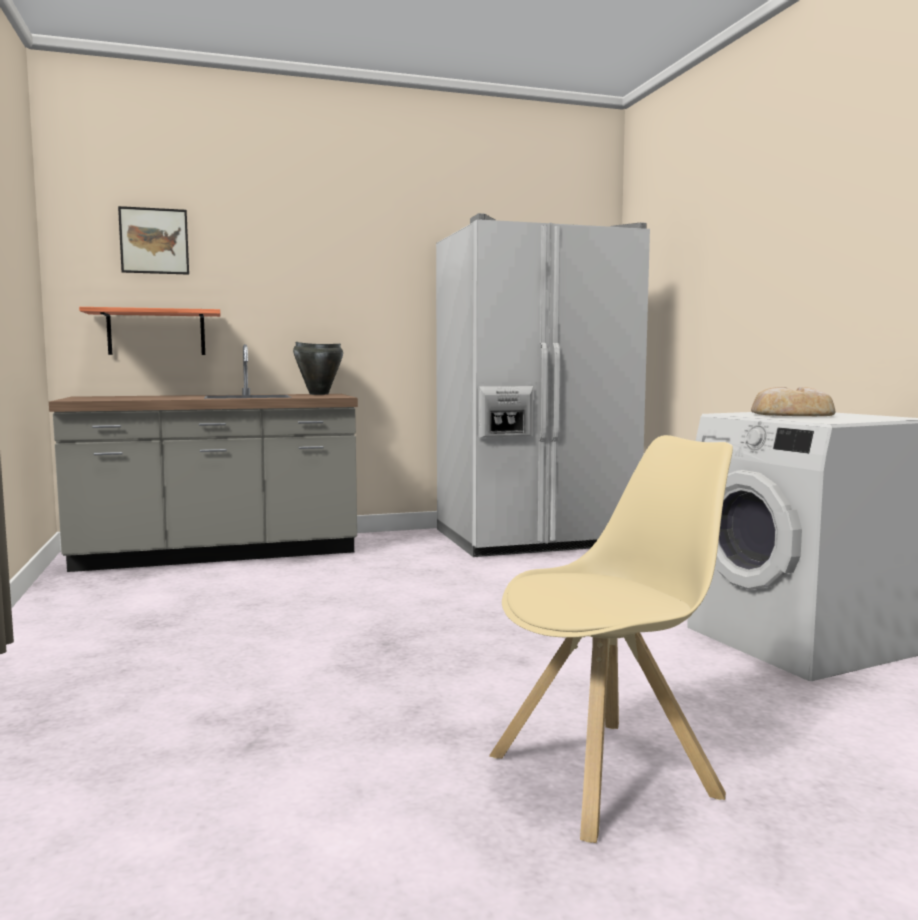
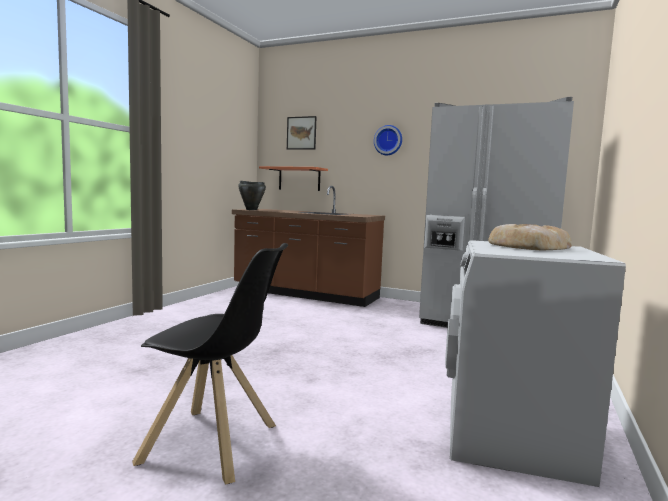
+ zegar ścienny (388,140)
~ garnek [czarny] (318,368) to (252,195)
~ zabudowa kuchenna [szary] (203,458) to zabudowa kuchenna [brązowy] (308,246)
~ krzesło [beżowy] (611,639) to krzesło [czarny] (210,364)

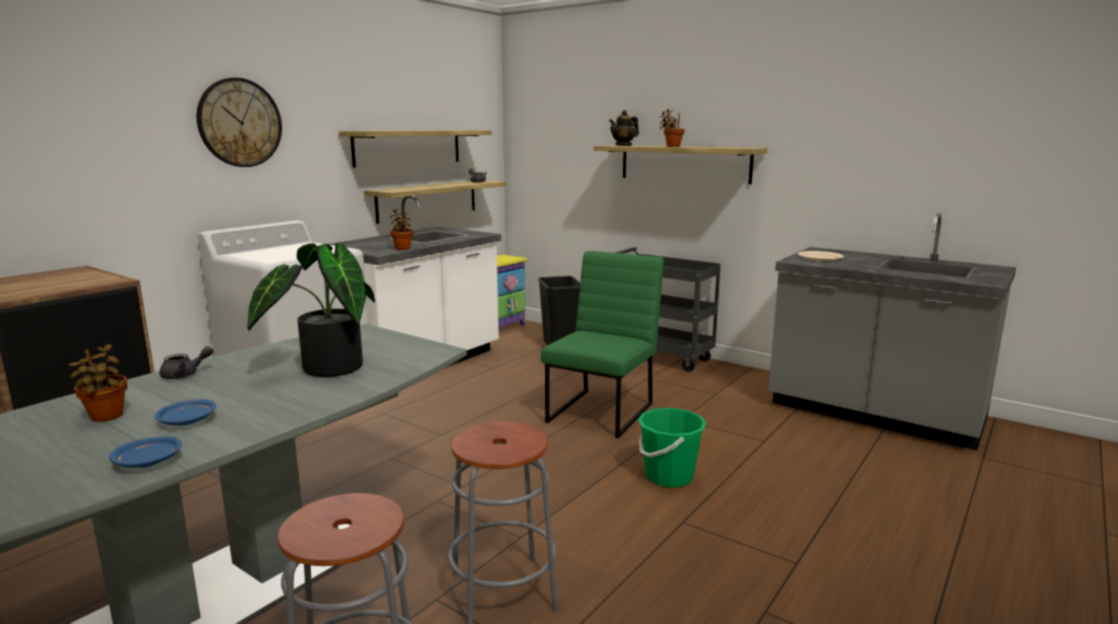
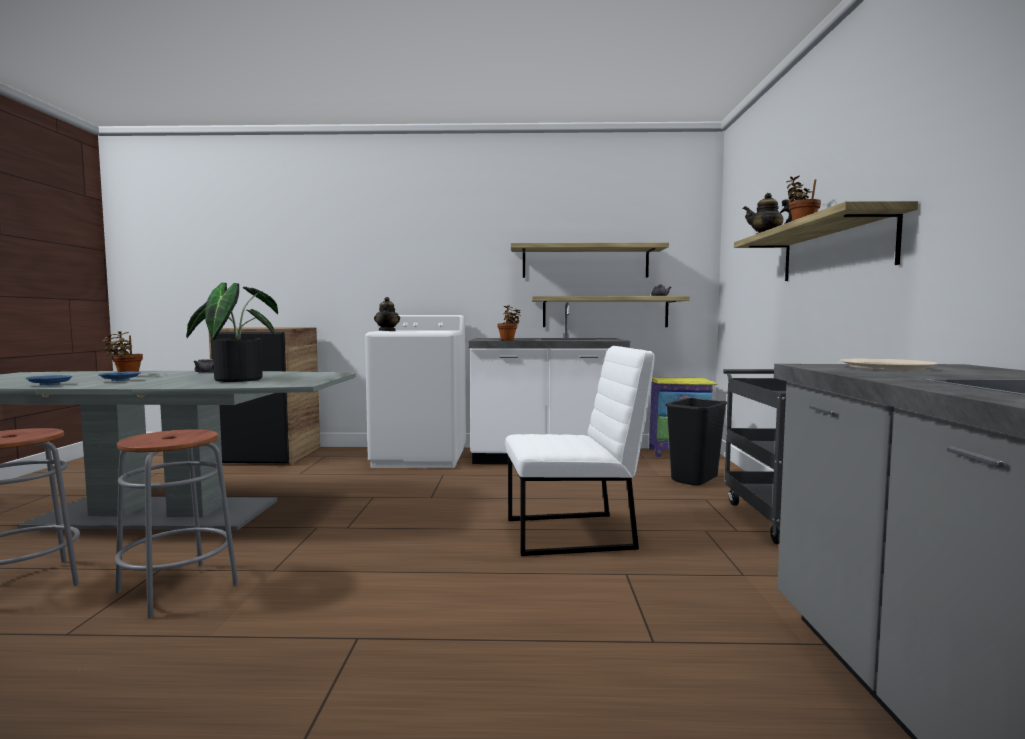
- zegar ścienny (239,122)
- wiadro [zielony] (672,448)
+ imbryk (387,314)
~ krzesło [zielony] (602,344) to krzesło [biały] (580,451)

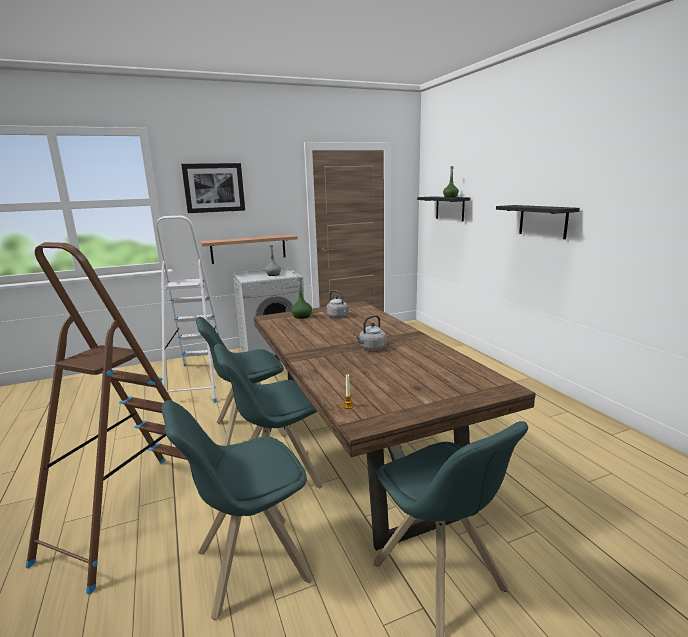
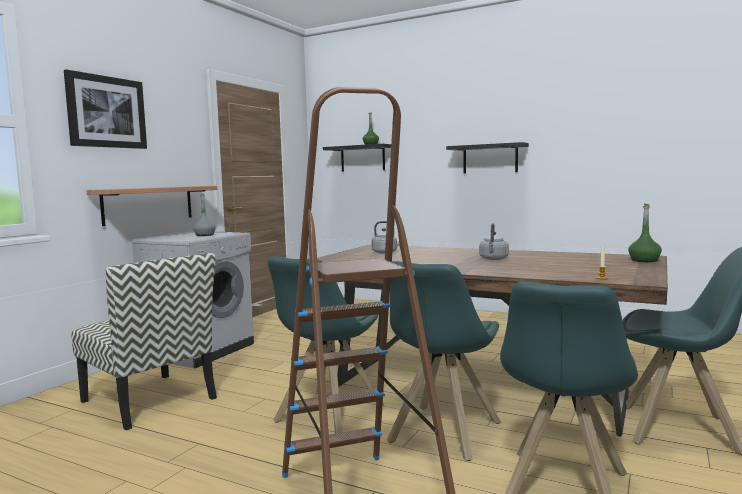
~ butelka [zielony] (301,298) to (645,233)
~ drabinka [biały] (189,309) to krzesło (144,341)

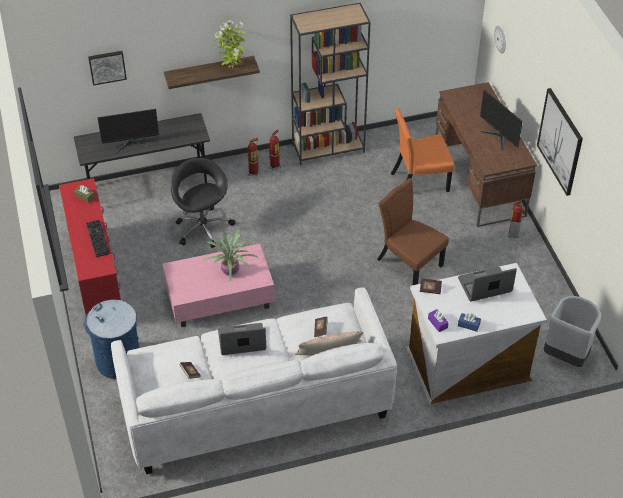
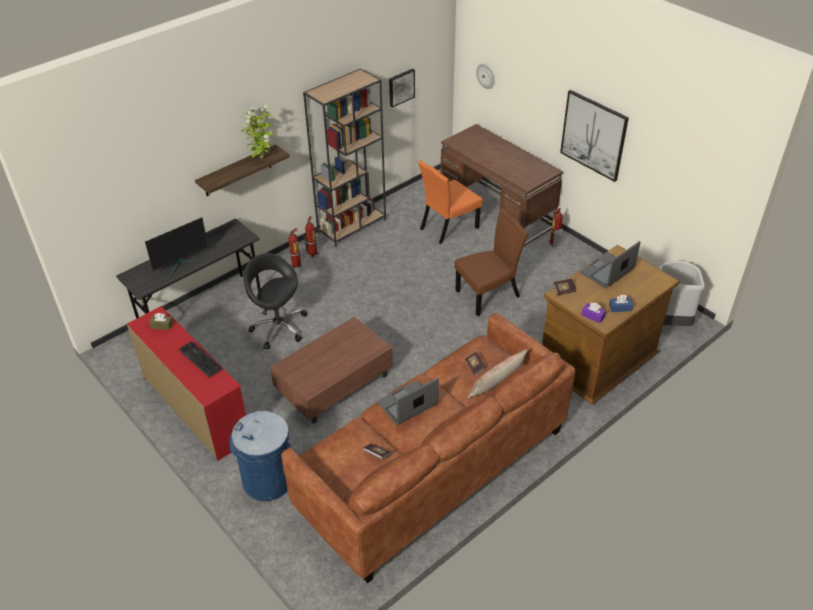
- roślina doniczkowa (230,256)
- monitor (501,120)
~ obraz (107,68) to (402,88)
~ kanapa [biały] (254,380) to kanapa [brązowy] (428,448)
~ ława [różowy] (218,285) to ława [brązowy] (331,370)
~ komoda [biały] (476,334) to komoda [brązowy] (611,325)
~ krzesło [brązowy] (413,231) = (491,262) 135 degrees clockwise

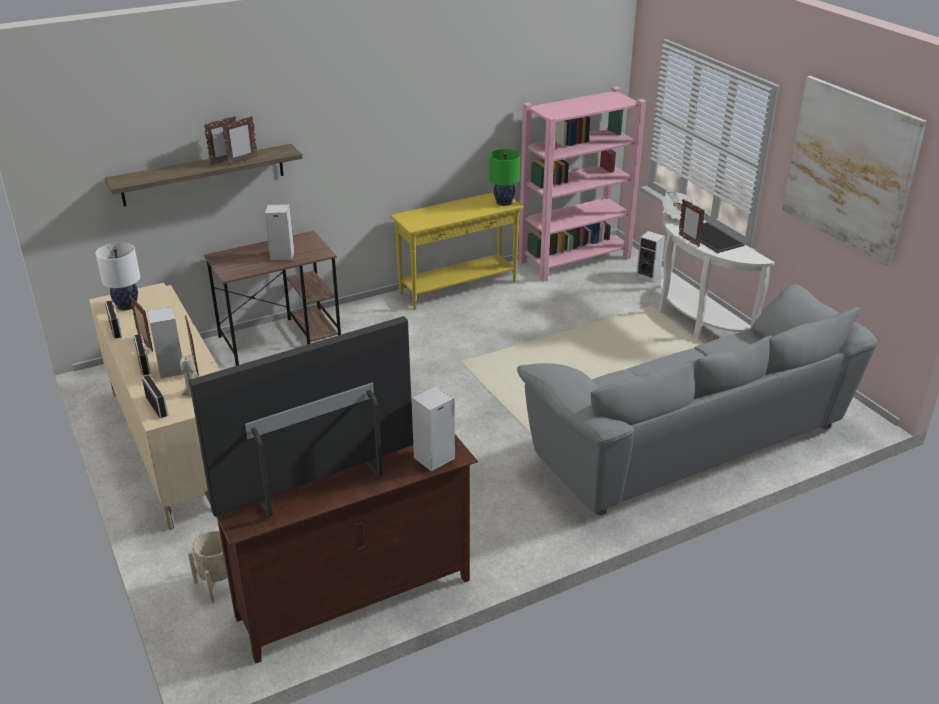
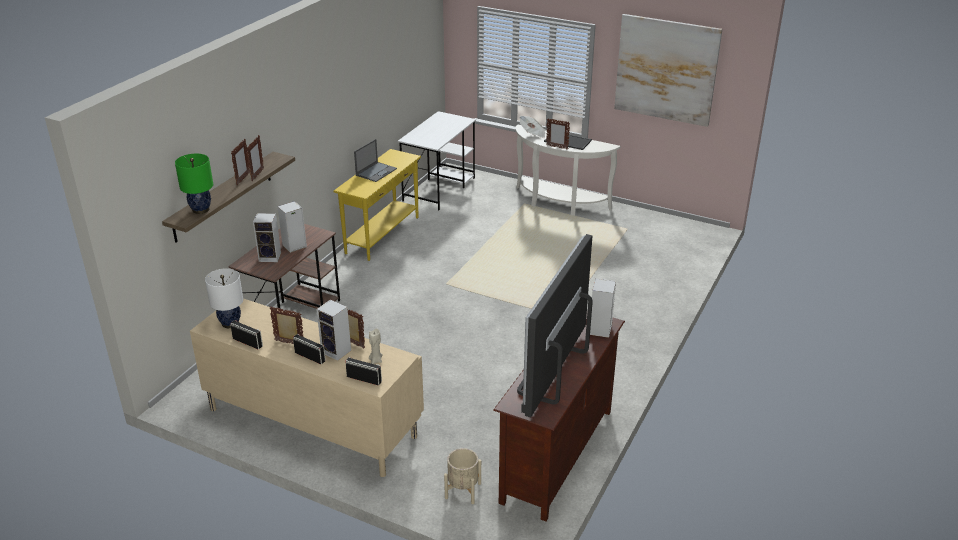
- kanapa [szary] (697,399)
+ laptop (375,160)
~ lampa stołowa [zielony] (505,177) to (194,184)
~ głośnik (650,256) to (267,237)
~ regał [różowy] (582,184) to biurko [biały] (437,160)

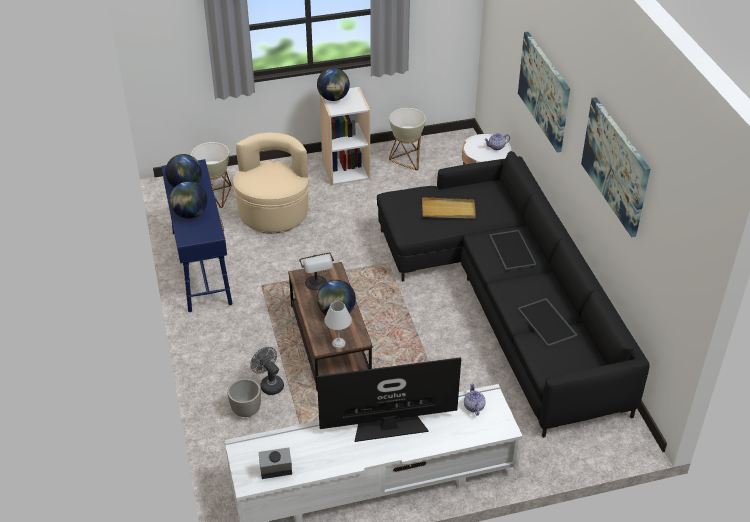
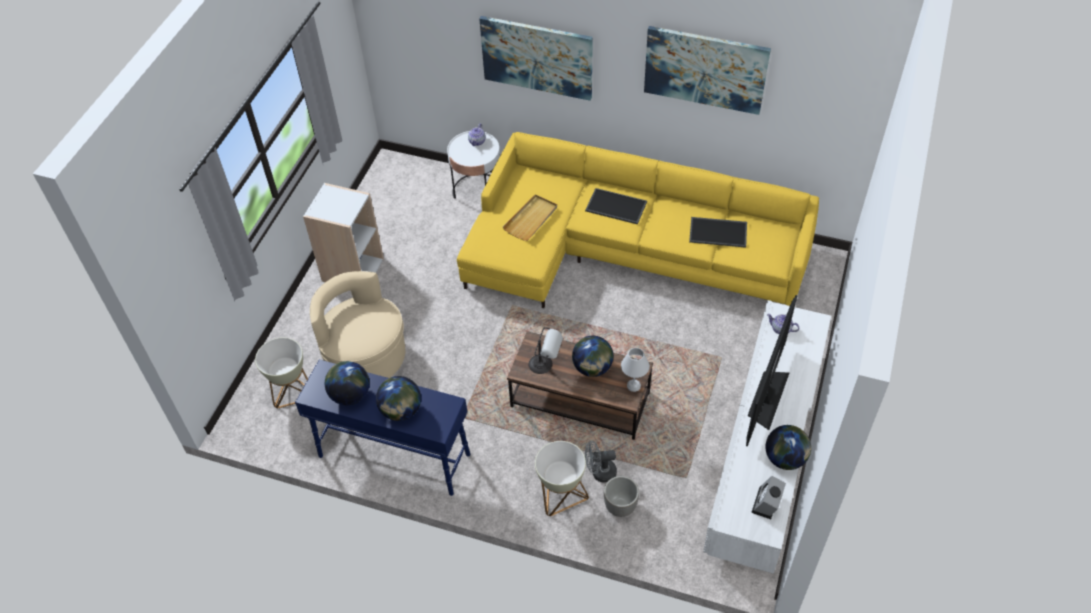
~ globus (333,84) to (788,447)
~ donica (407,139) to (562,478)
~ kanapa [czarny] (513,294) to kanapa [żółty] (638,220)

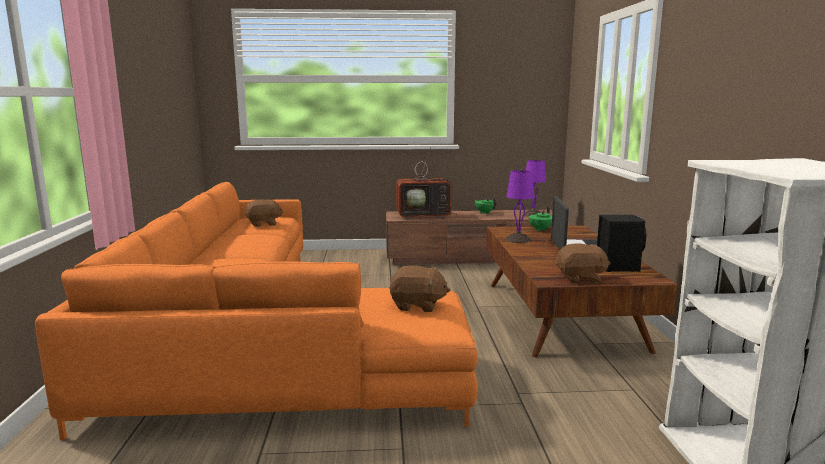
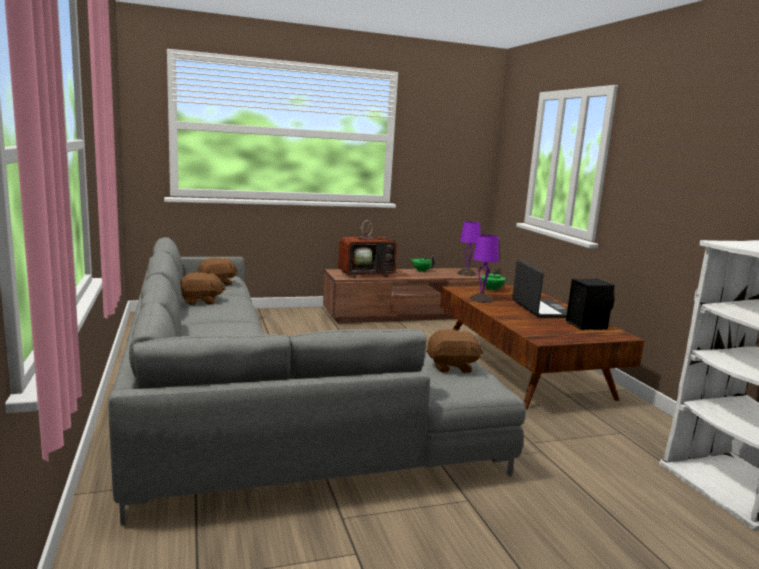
~ pluszak [brązowy] (583,263) to (203,288)
~ kanapa [pomarańczowy] (256,311) to kanapa [szary] (317,381)

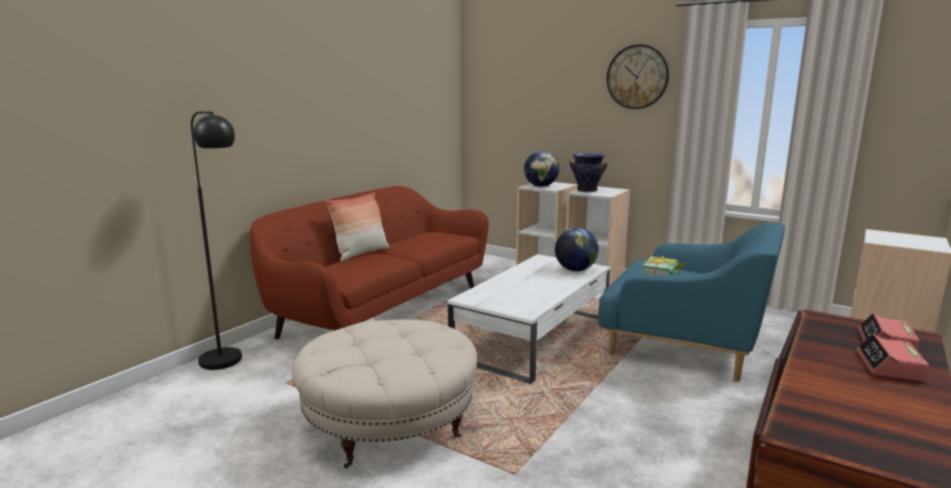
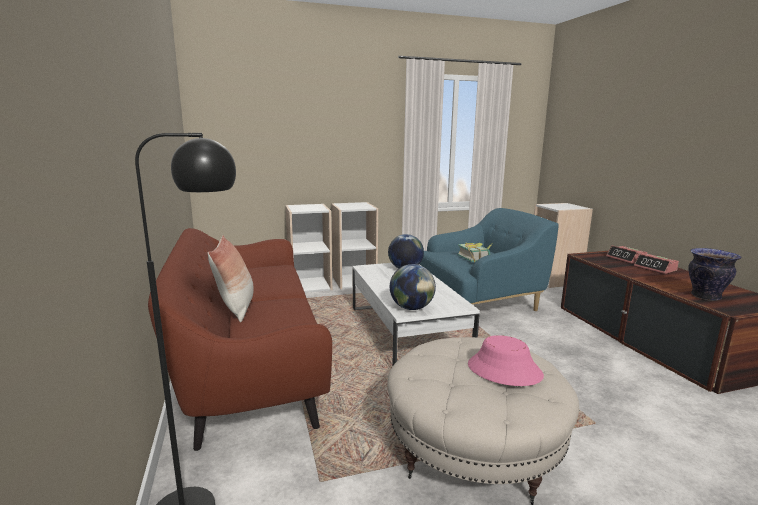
- zegar ścienny (637,76)
+ kapelusz [różowy] (506,360)
~ globus (541,169) to (413,287)
~ wazon (588,172) to (715,274)

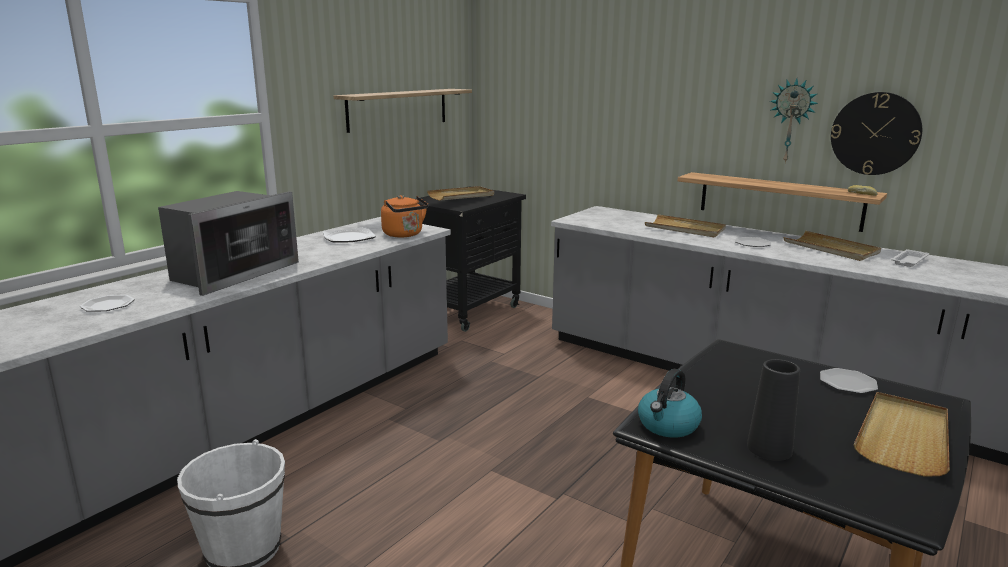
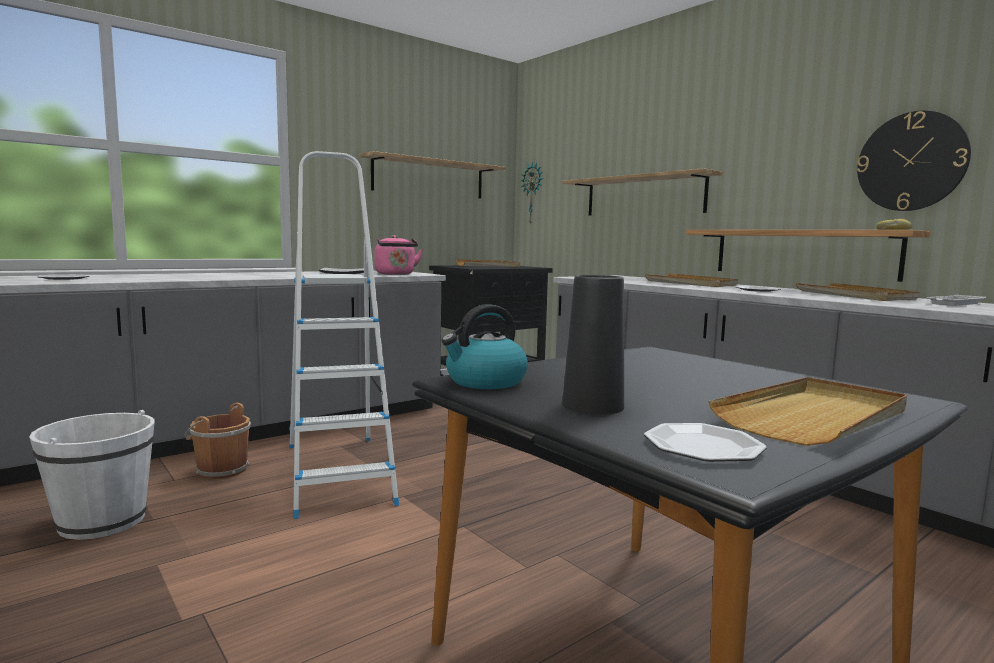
- mikrofalówka (228,243)
+ wiadro [brązowy] (218,441)
+ drabinka [biały] (344,335)
+ półka (642,192)
~ zegar ścienny (794,121) to (532,193)
~ talerz (849,381) to (705,442)
~ czajnik [pomarańczowy] (404,216) to czajnik [różowy] (398,255)

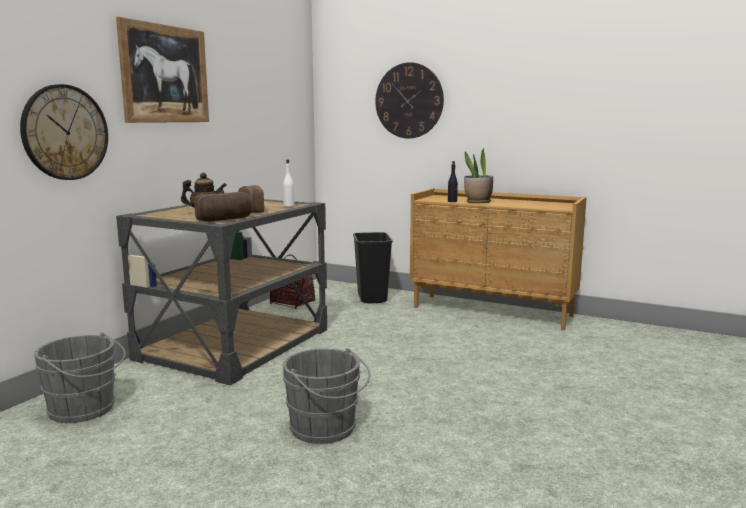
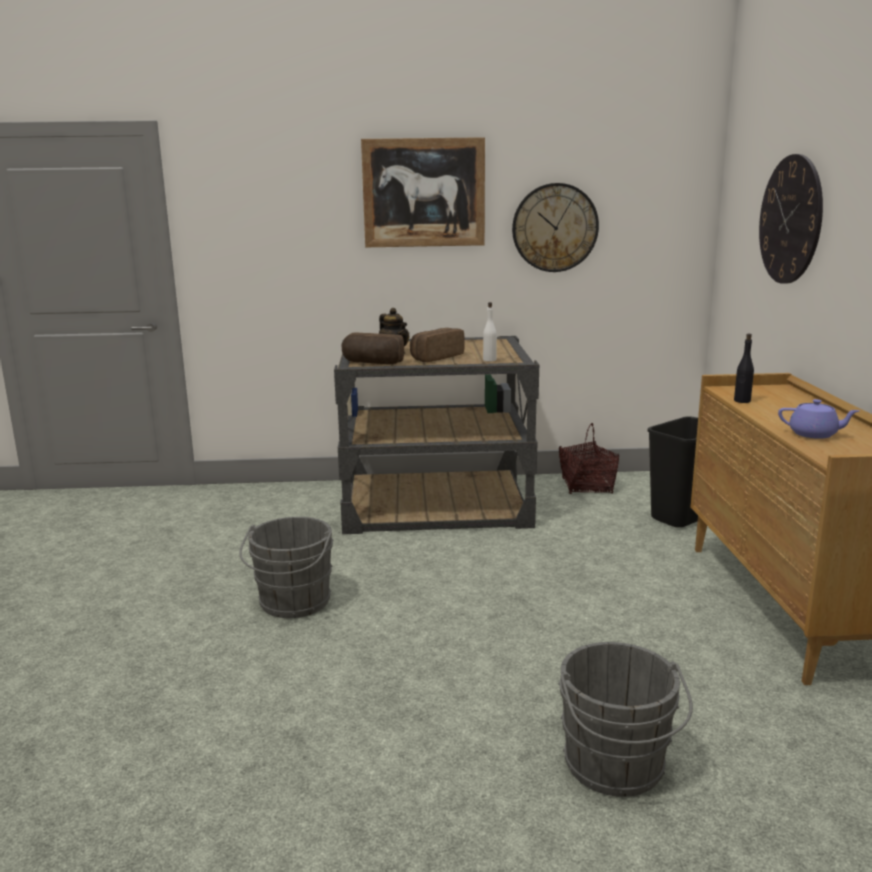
- roślina doniczkowa (478,175)
+ imbryk [fioletowy] (819,419)
~ zegar ścienny (64,132) to (555,227)
~ wiadro [szary] (80,377) to (625,719)

